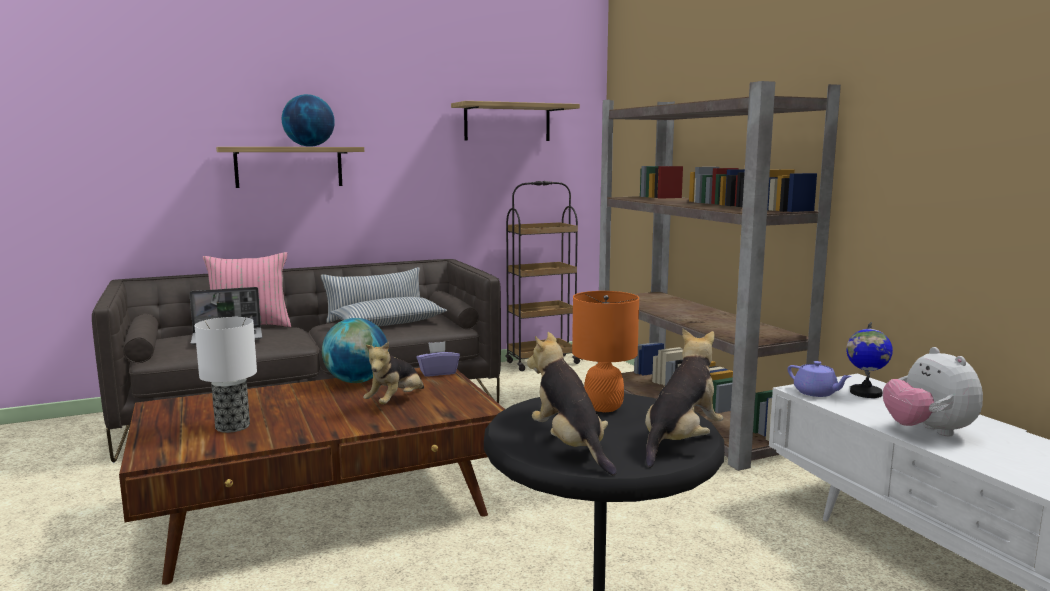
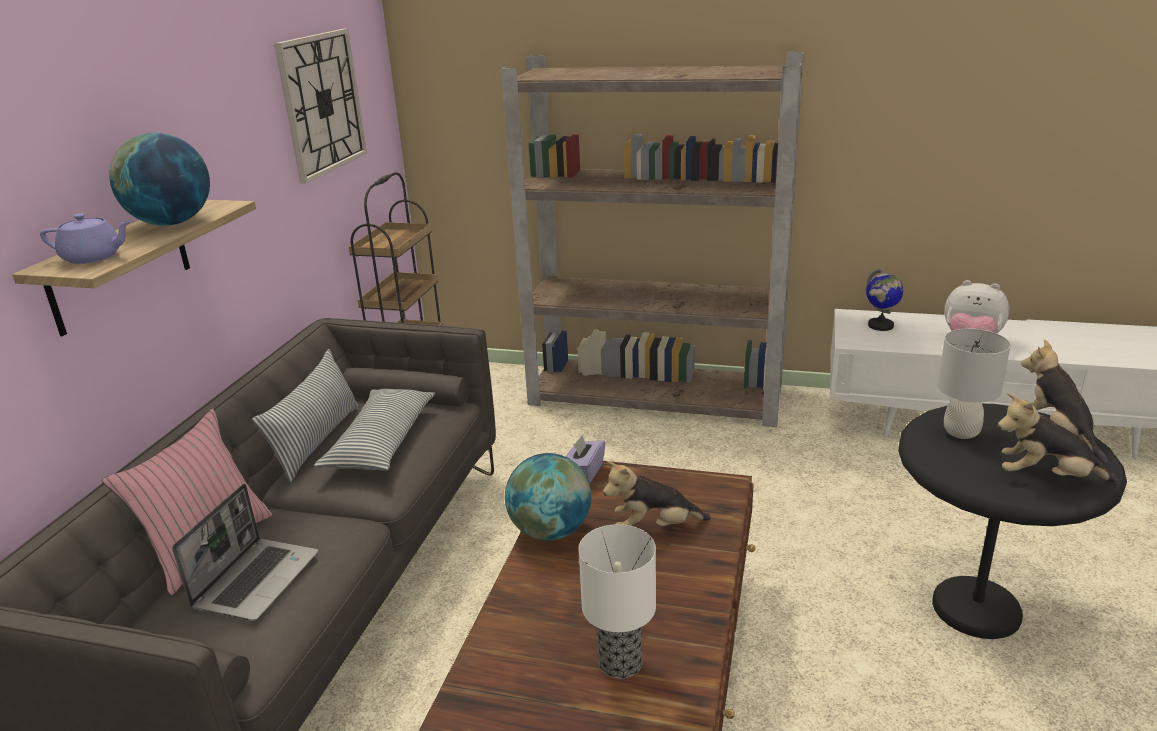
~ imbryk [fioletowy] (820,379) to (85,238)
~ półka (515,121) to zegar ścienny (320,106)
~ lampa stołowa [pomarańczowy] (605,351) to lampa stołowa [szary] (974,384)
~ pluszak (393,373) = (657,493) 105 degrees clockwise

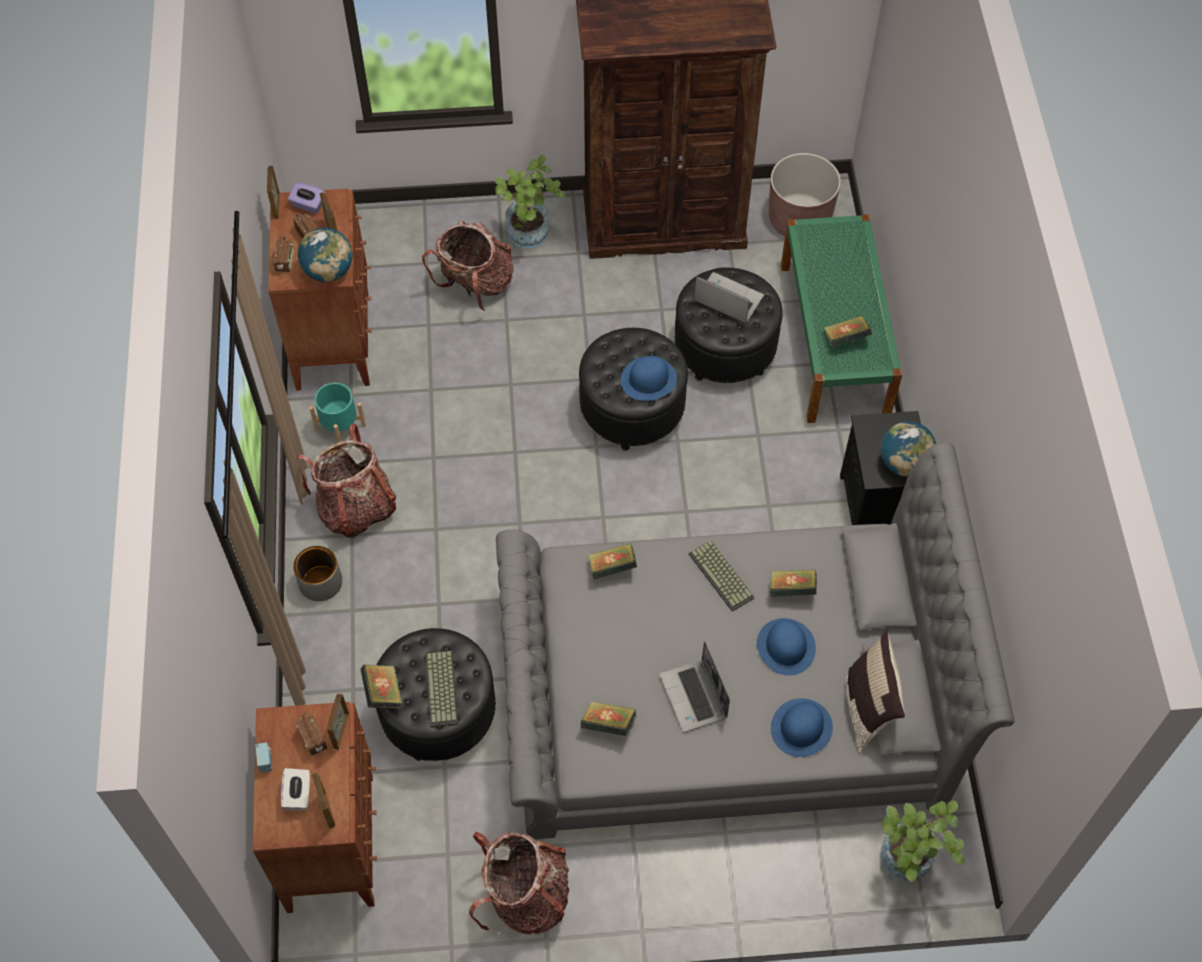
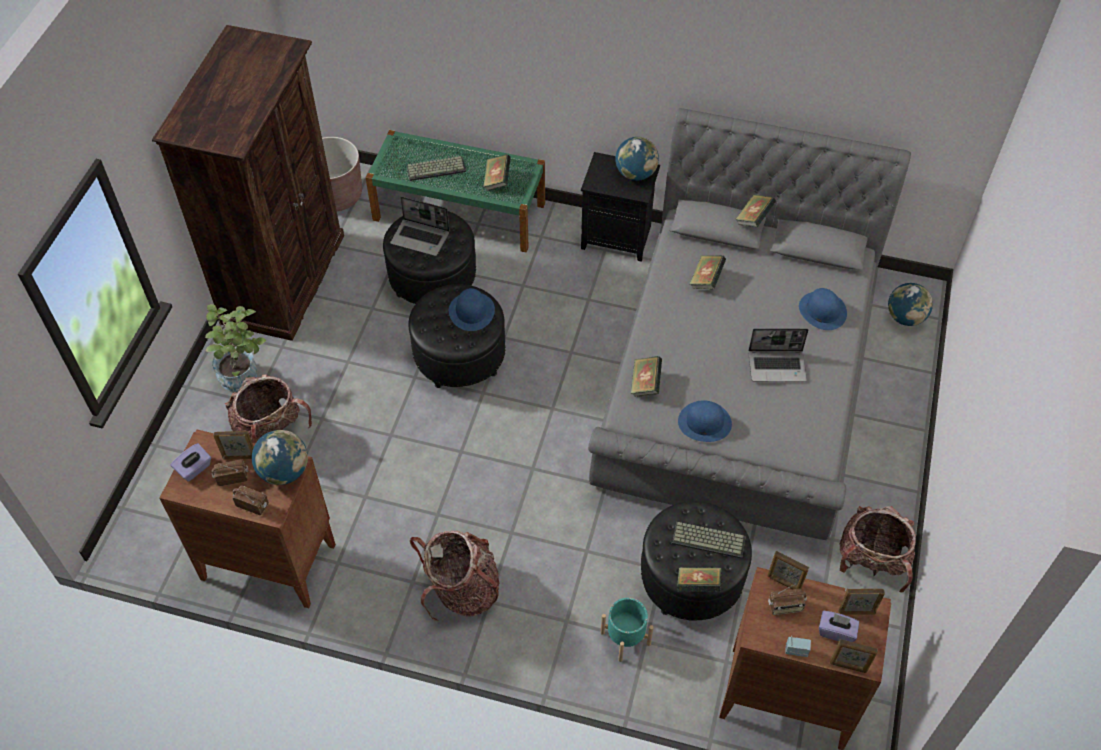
- donica [szary] (317,573)
- poduszka (875,691)
~ ramka na zdjęcie (273,192) to (854,656)
~ donica [turkusowy] (337,412) to (627,630)
~ książka (608,718) to (755,211)
~ klawiatura (722,575) to (436,168)
~ kapelusz [niebieski] (786,647) to (705,421)
~ roślina doniczkowa (922,841) to globus (910,304)
~ pudełko chusteczek [biały] (295,789) to pudełko chusteczek [fioletowy] (839,626)
~ laptop (729,297) = (420,226) 120 degrees counterclockwise

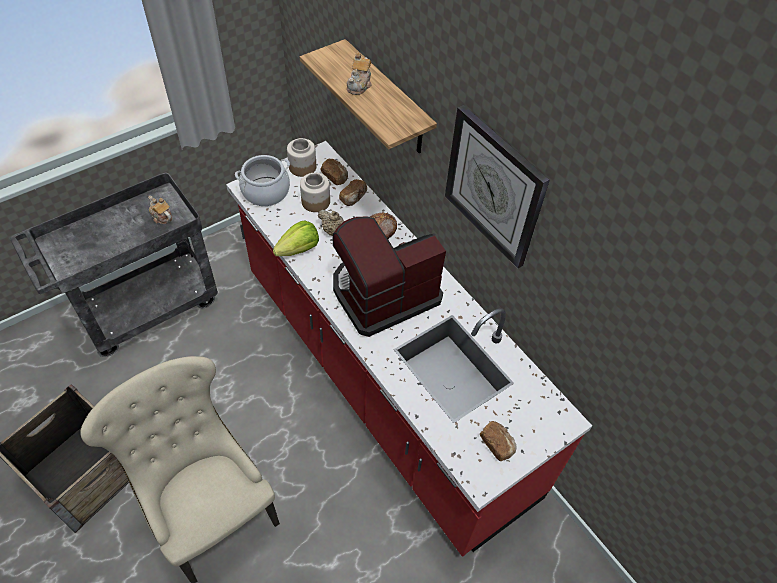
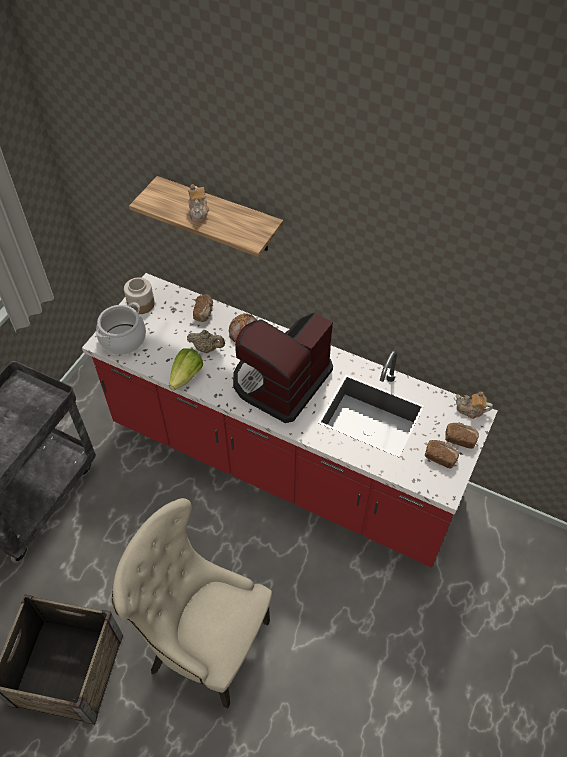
- słoik (315,192)
- zegar ścienny (497,186)
~ imbryk (160,210) to (474,405)
~ chleb (334,171) to (462,436)

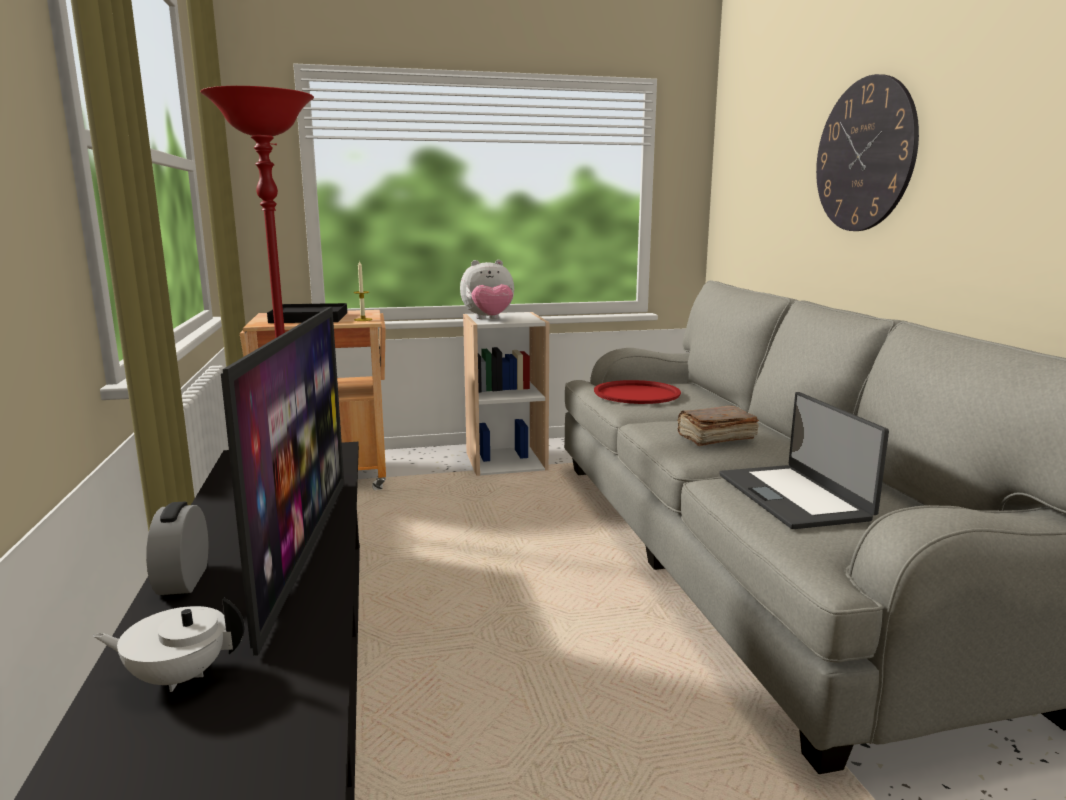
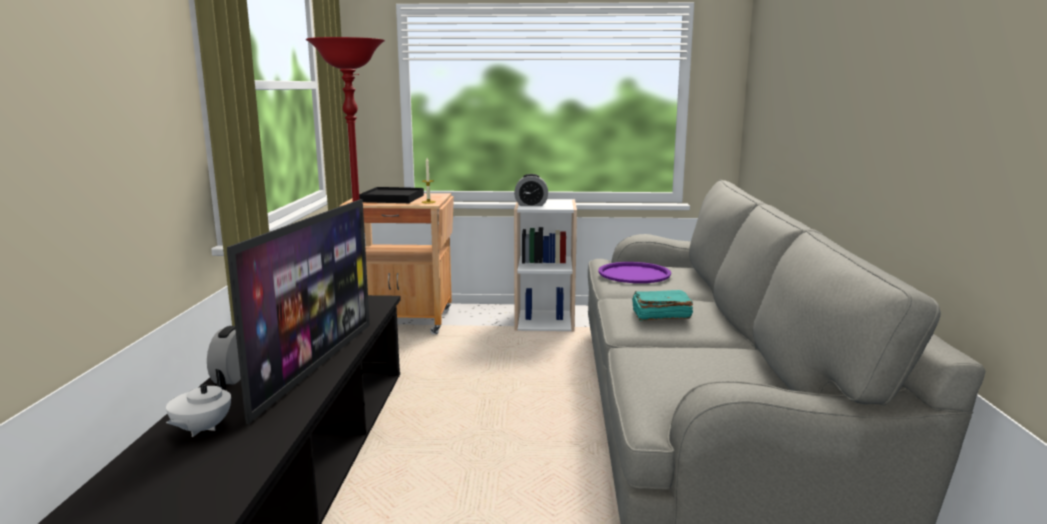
- laptop (804,460)
- zegar ścienny (867,152)
~ pluszak (487,289) to budzik (531,190)
~ taca [czerwony] (637,392) to taca [fioletowy] (635,272)
~ książka [brązowy] (718,426) to książka [turkusowy] (662,305)
~ imbryk [biały] (168,645) = (198,403) 90 degrees counterclockwise

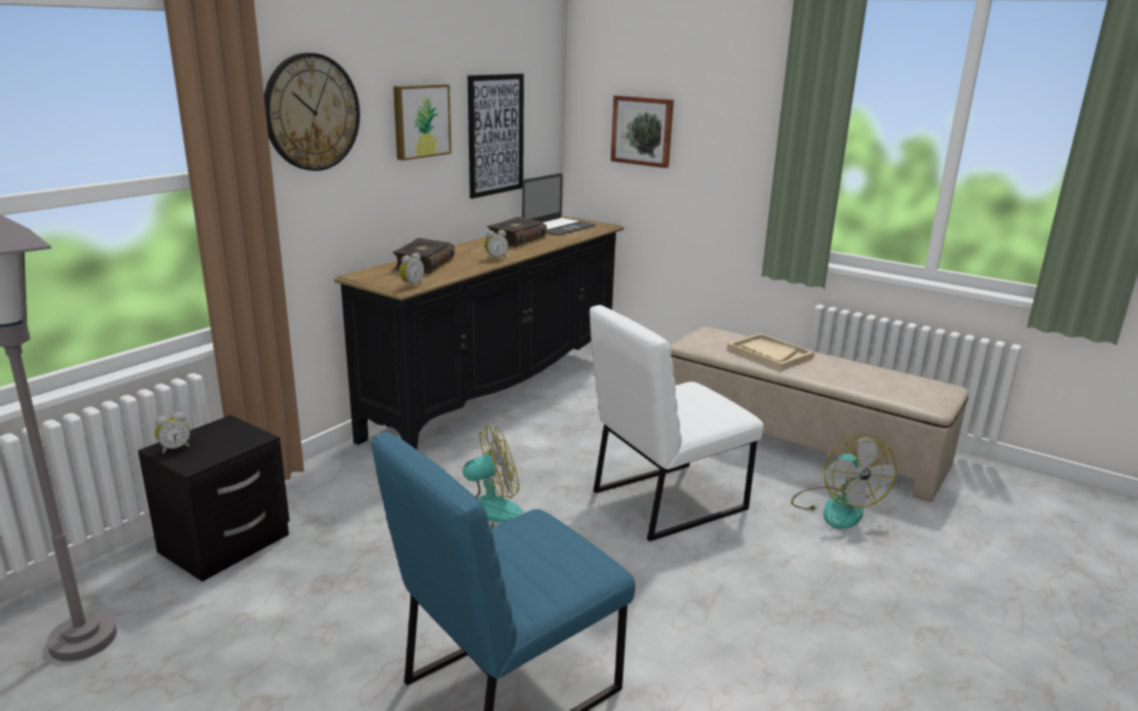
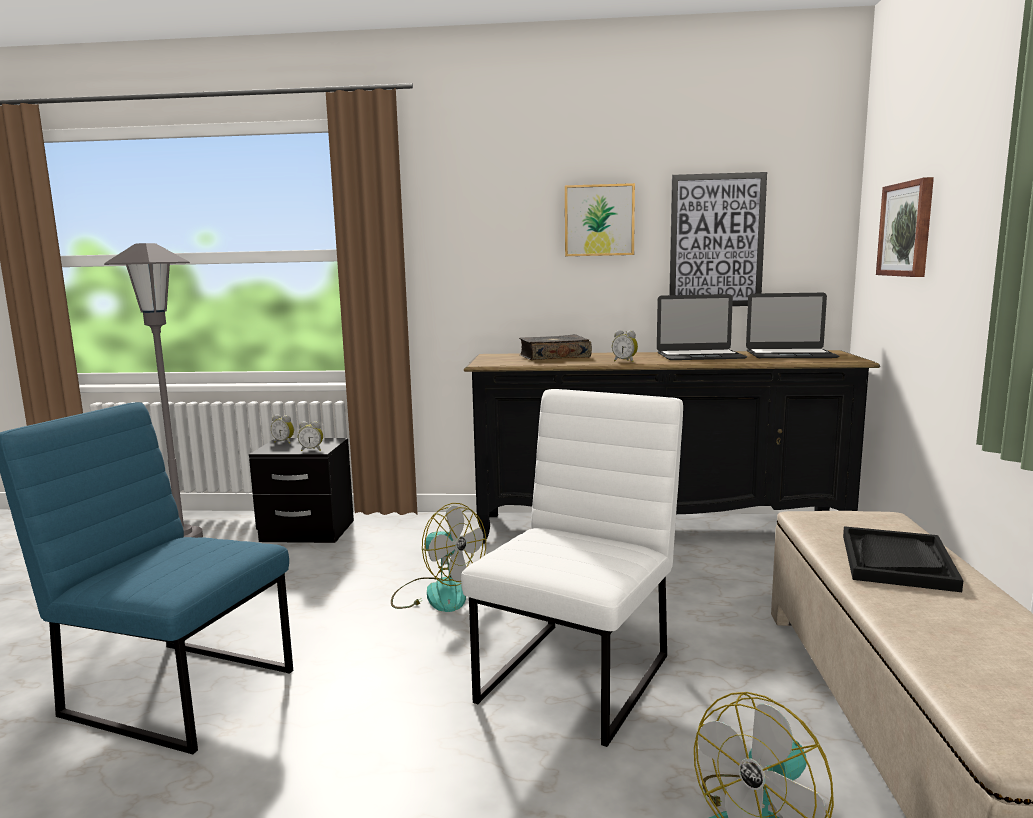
- zegar ścienny (312,112)
~ budzik (411,270) to (310,436)
~ książka (517,232) to laptop (702,327)
~ taca [beżowy] (771,351) to taca [czarny] (903,559)
~ krzesło [biały] (676,423) = (572,568) 90 degrees clockwise

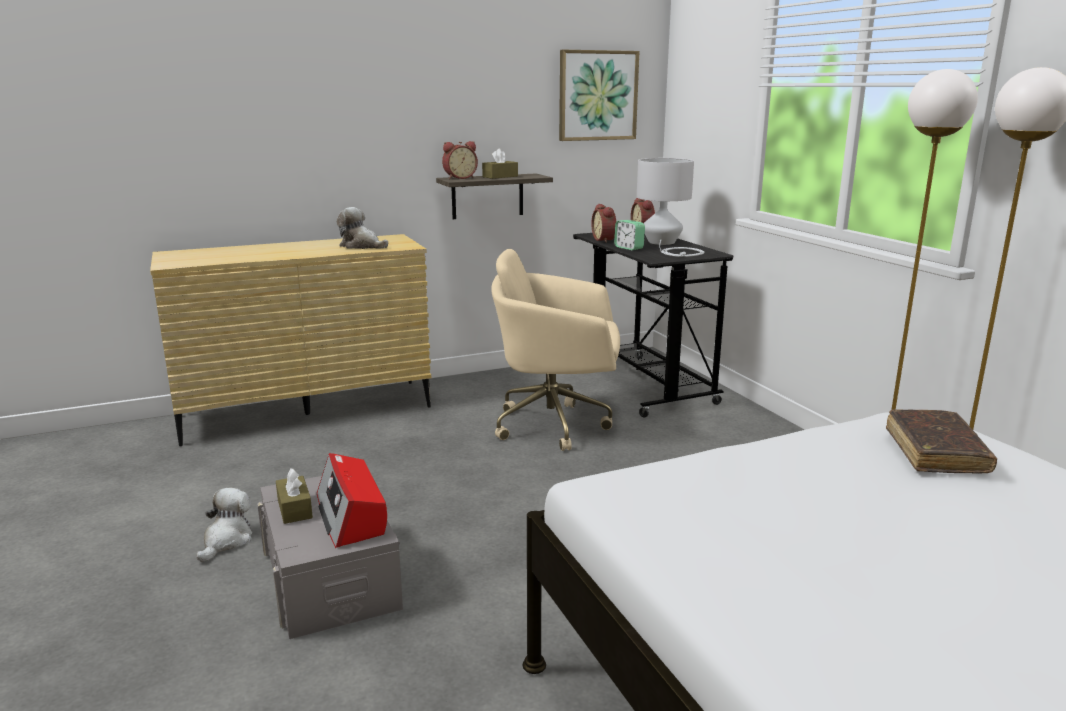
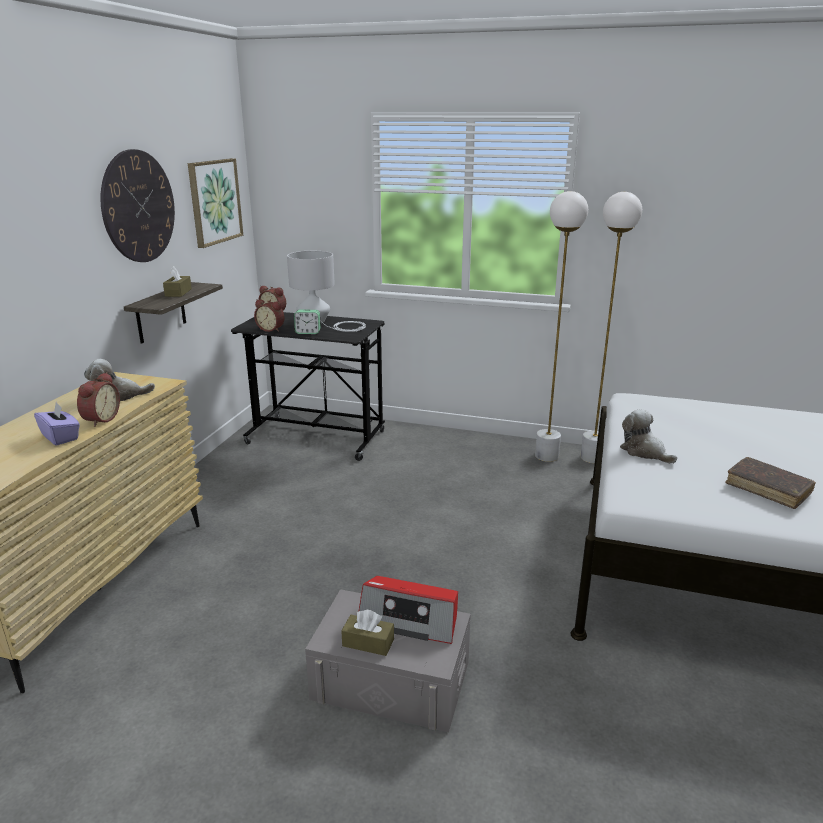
- krzesło biurowe [beżowy] (555,350)
+ pudełko chusteczek [fioletowy] (57,424)
+ zegar ścienny (137,205)
~ pluszak (224,524) to (648,436)
~ budzik (460,160) to (98,399)
~ książka [brązowy] (941,442) to (770,483)

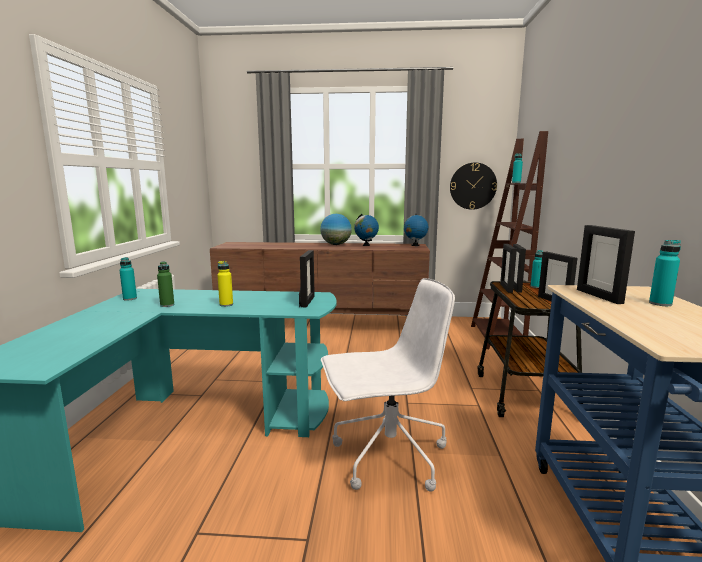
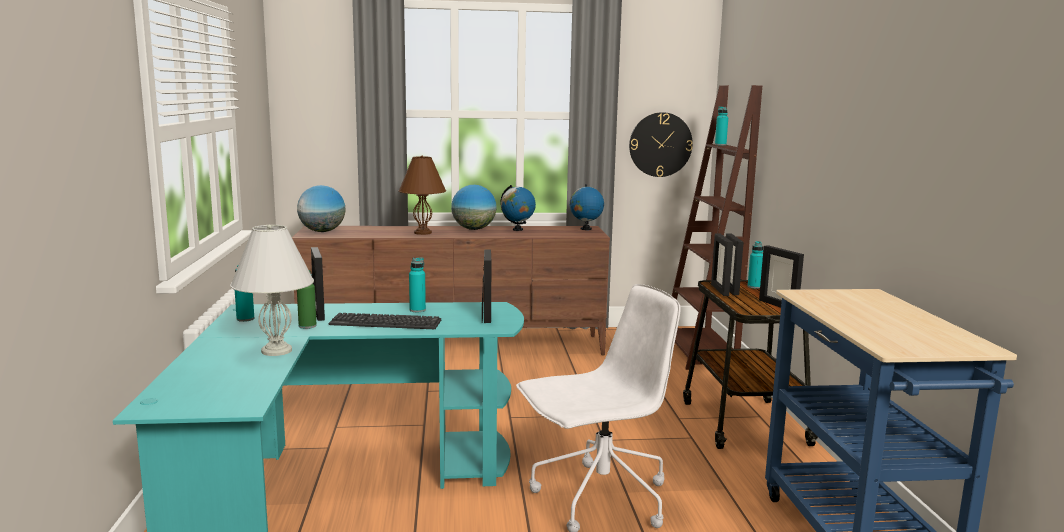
+ lampa stołowa [biały] (272,290)
+ globus (321,208)
+ lampa stołowa [brązowy] (422,195)
~ ramka na zdjęcie (606,264) to (318,284)
~ butelka [turkusowy] (665,273) to (417,284)
~ butelka [żółty] (225,284) to klawiatura (385,321)

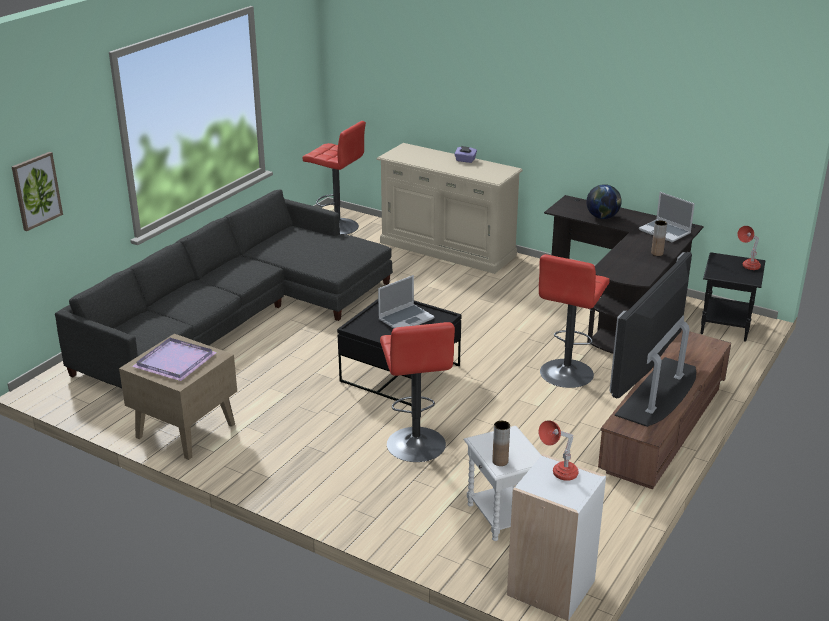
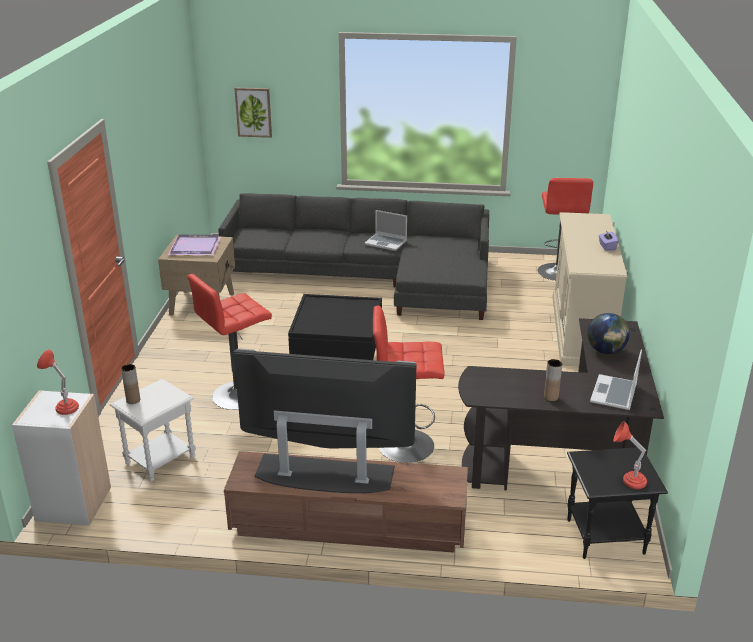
~ laptop (406,302) to (386,230)

